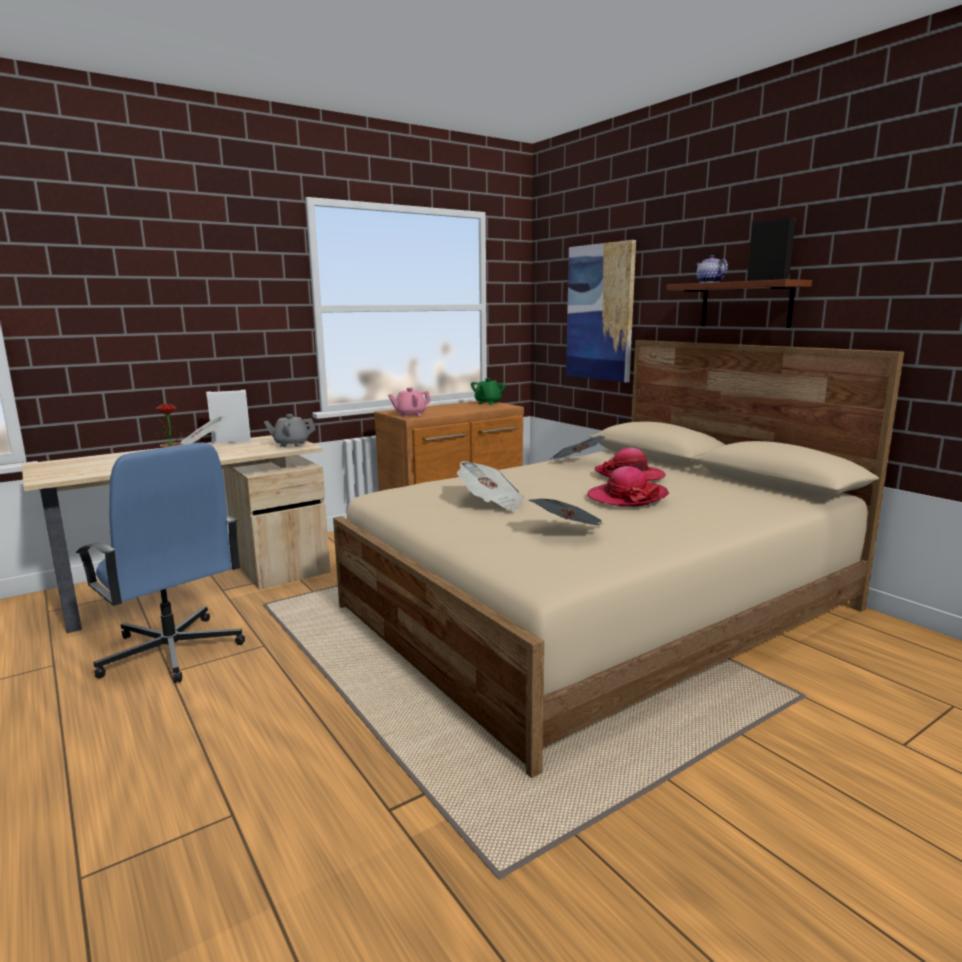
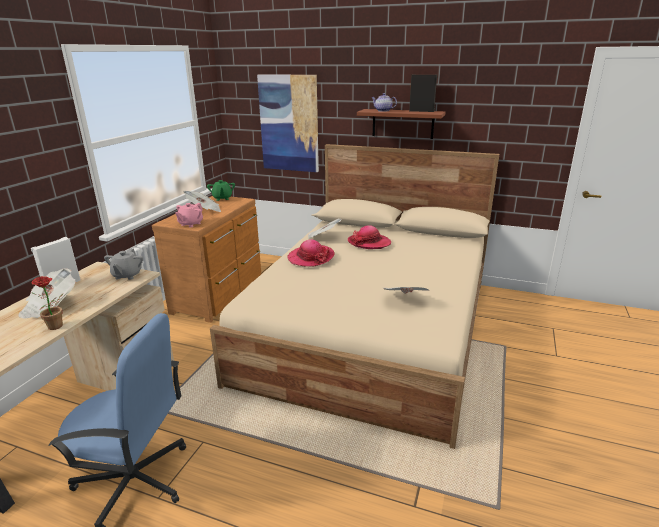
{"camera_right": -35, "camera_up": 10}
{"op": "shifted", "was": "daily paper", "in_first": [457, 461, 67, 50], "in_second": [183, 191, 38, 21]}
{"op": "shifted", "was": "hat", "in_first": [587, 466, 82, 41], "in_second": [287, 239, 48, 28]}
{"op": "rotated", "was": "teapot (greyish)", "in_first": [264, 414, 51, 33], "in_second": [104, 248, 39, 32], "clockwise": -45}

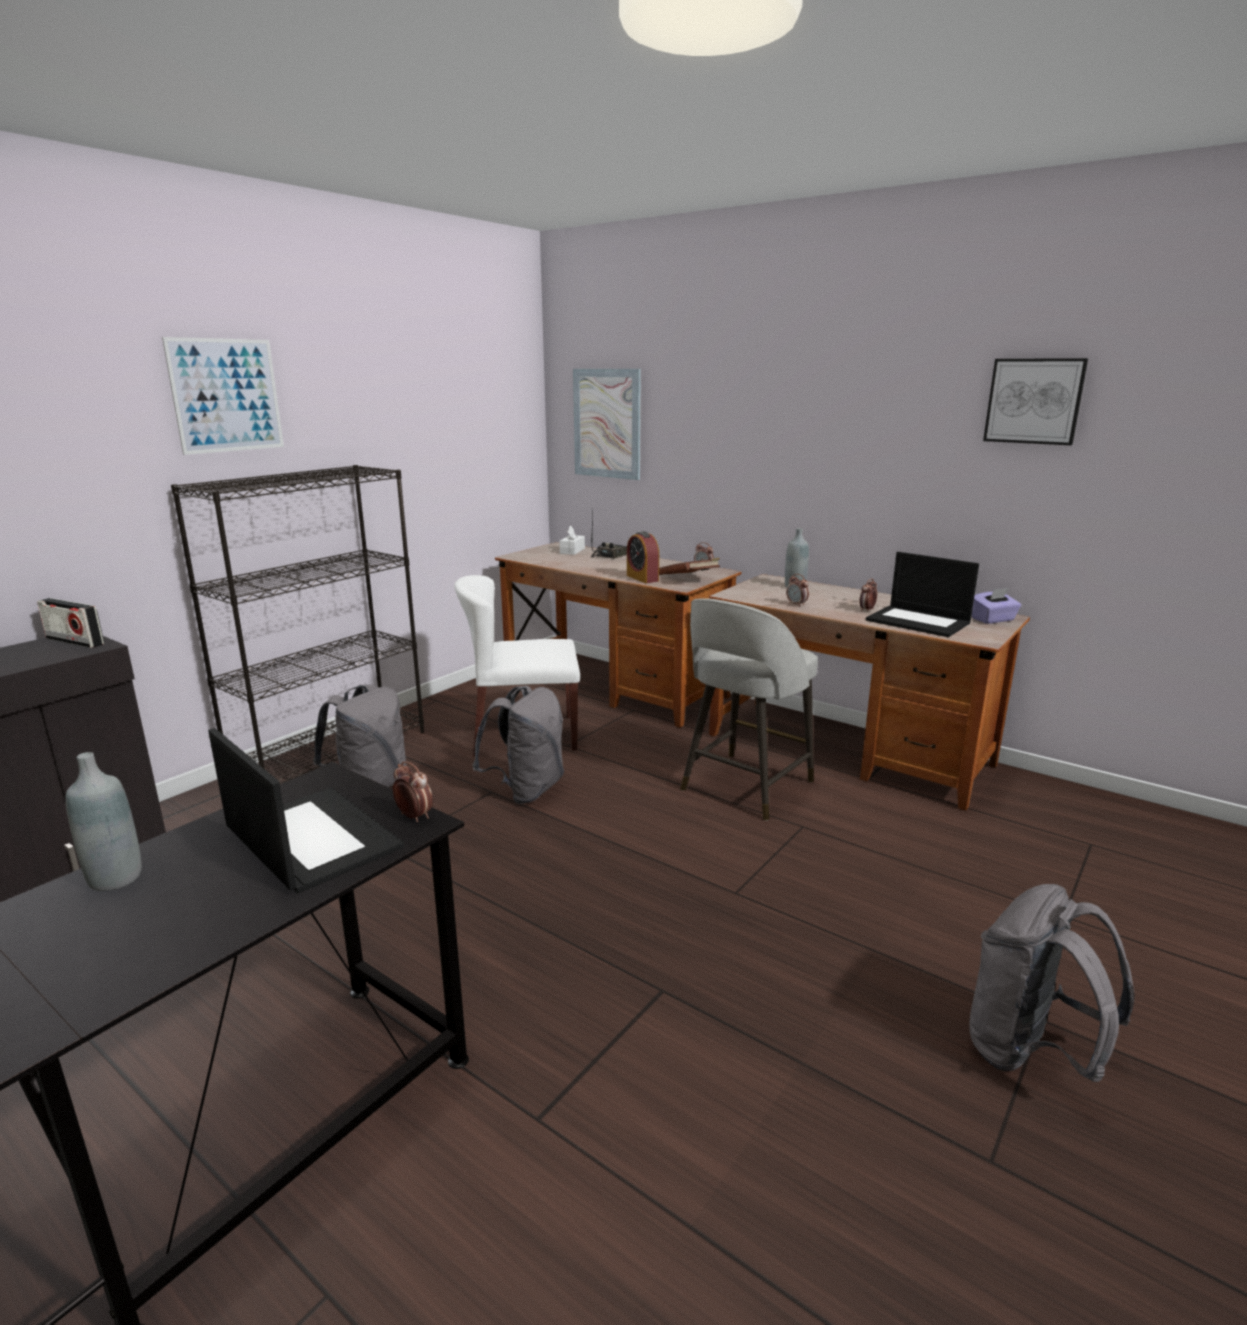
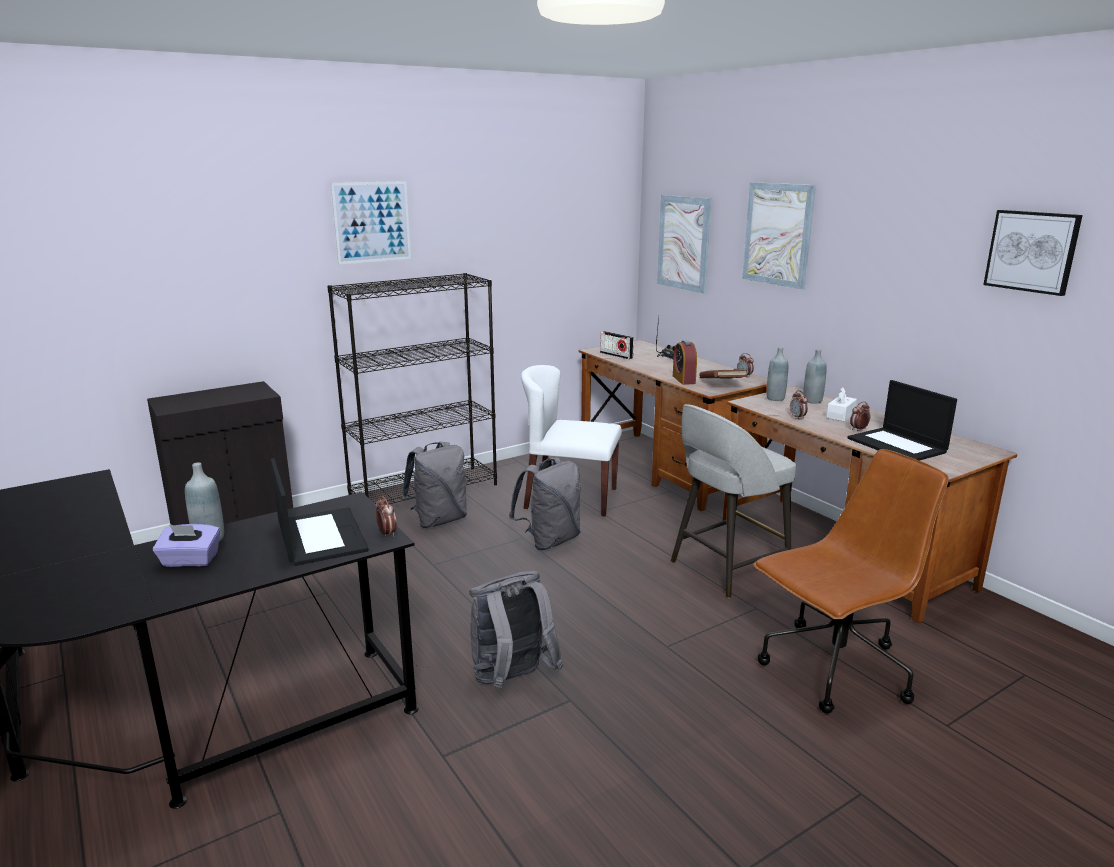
{"camera_right": 20, "camera_up": 0}
{"op": "new", "now": "wall art", "in_second": [742, 182, 74, 107]}
{"op": "new", "now": "computer chair (brown)", "in_second": [753, 449, 195, 265]}
{"op": "new", "now": "bottle (greyish)", "in_second": [767, 347, 21, 54]}
{"op": "shifted", "was": "radio", "in_first": [37, 598, 67, 50], "in_second": [600, 331, 34, 28]}
{"op": "shifted", "was": "tissue box (white-coloured)", "in_first": [560, 526, 25, 29], "in_second": [826, 387, 31, 34]}
{"op": "shifted", "was": "rucksack (greyish)", "in_first": [969, 884, 166, 198], "in_second": [469, 571, 94, 118]}
{"op": "shifted", "was": "tissue box (purple)", "in_first": [972, 588, 50, 36], "in_second": [153, 524, 67, 43]}

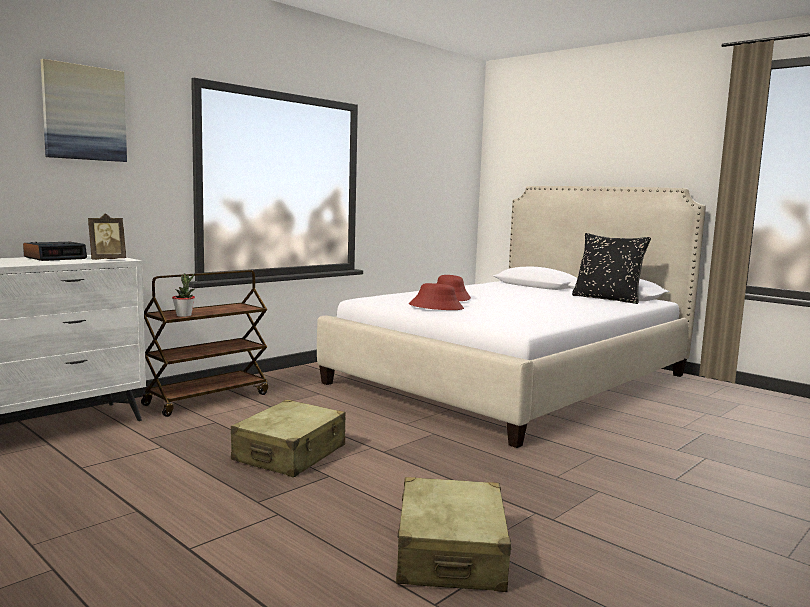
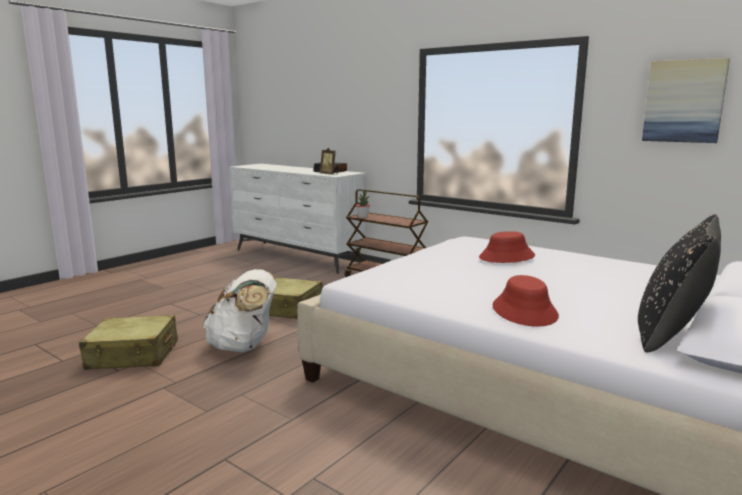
{"camera_right": 85, "camera_up": 5}
{"op": "new", "now": "rucksack (white-coloured)", "in_second": [203, 269, 74, 83]}
{"op": "shifted", "was": "wall art", "in_first": [40, 59, 87, 103], "in_second": [642, 58, 88, 85]}
{"op": "shifted", "was": "hat (reddish)", "in_first": [409, 283, 55, 27], "in_second": [492, 275, 67, 51]}

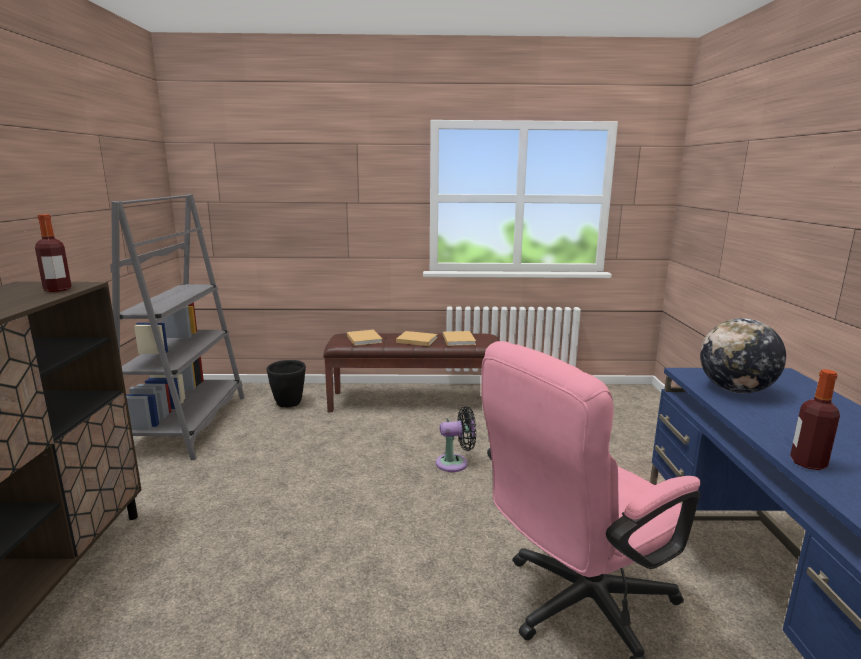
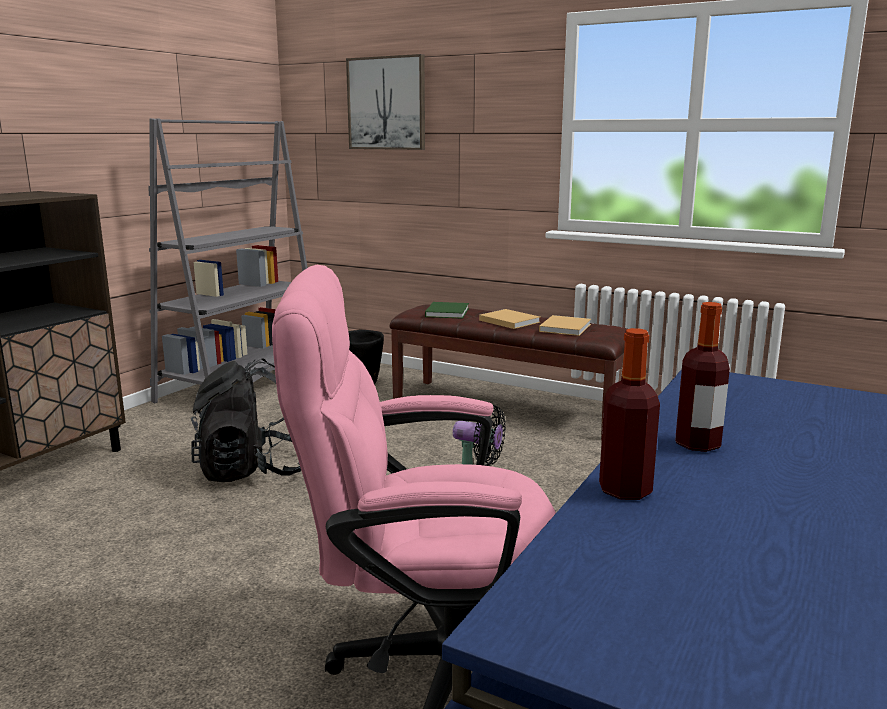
{"camera_right": 30, "camera_up": 0}
{"op": "gone", "was": "desk globe", "in_first": [700, 318, 86, 75]}
{"op": "new", "now": "rucksack (black-coloured)", "in_second": [191, 359, 110, 123]}
{"op": "new", "now": "wall art", "in_second": [346, 54, 79, 96]}
{"op": "shifted", "was": "bottle", "in_first": [35, 214, 37, 78], "in_second": [676, 302, 54, 150]}
{"op": "repainted", "was": "bound book (sand-coloured)", "now": "bound book (green)", "in_first": [347, 330, 36, 16], "in_second": [425, 302, 44, 17]}

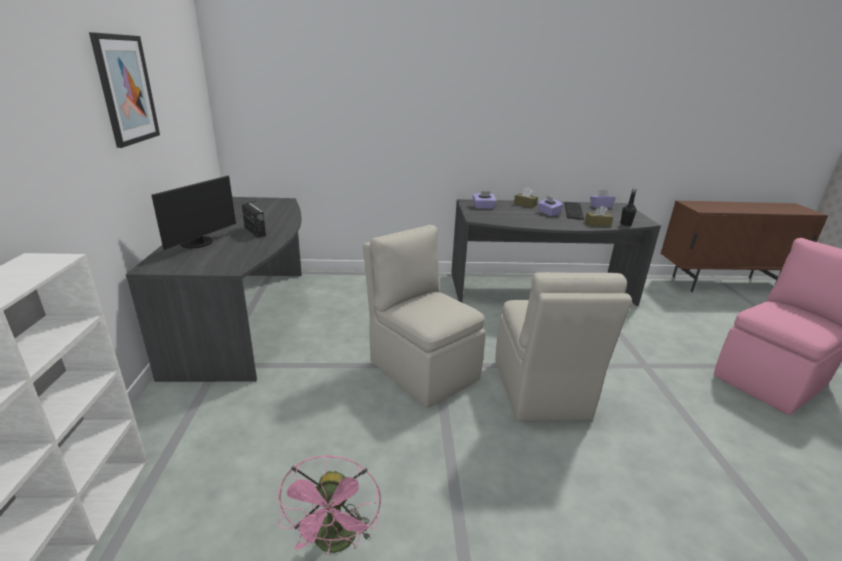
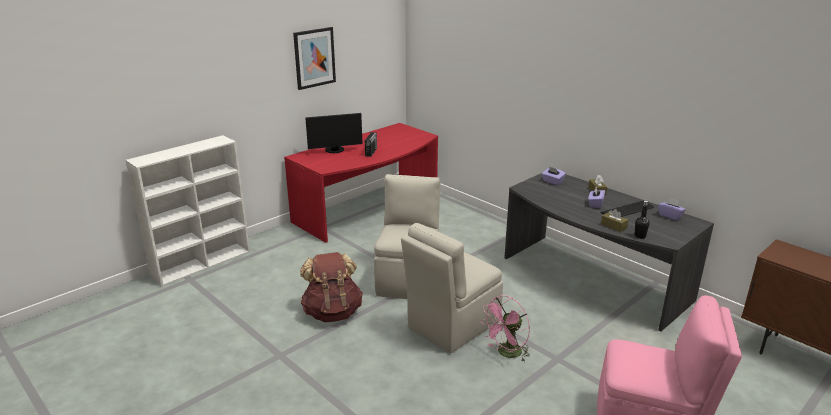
{"camera_right": 50, "camera_up": 0}
{"op": "new", "now": "rucksack (brown)", "in_second": [300, 252, 63, 70]}
{"op": "shifted", "was": "fan (pinkish)", "in_first": [276, 455, 105, 100], "in_second": [481, 295, 49, 67]}
{"op": "repainted", "was": "desk table (greyish)", "now": "desk table (reddish)", "in_first": [126, 197, 176, 185], "in_second": [284, 123, 154, 120]}

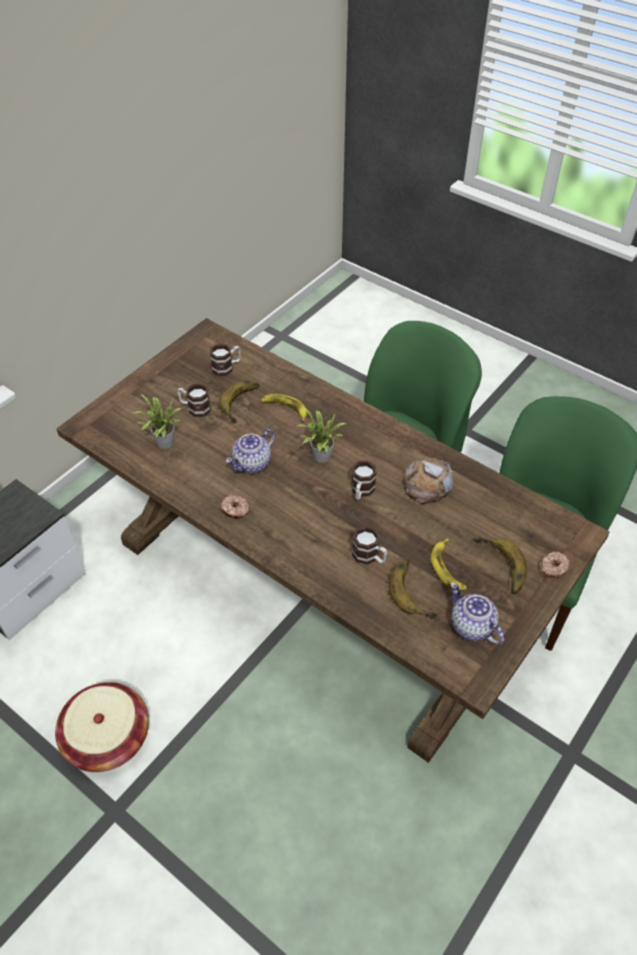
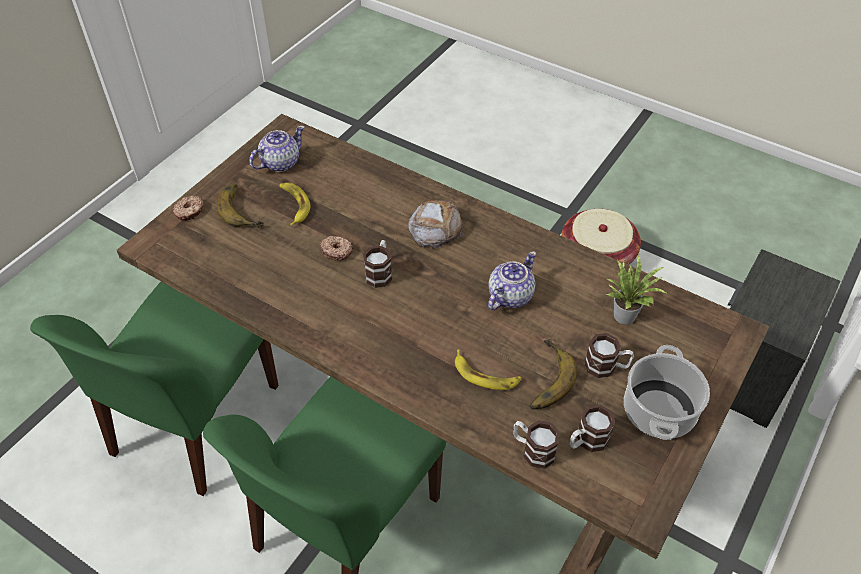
{"camera_right": 175, "camera_up": 0}
{"op": "gone", "was": "plant in a pot", "in_first": [298, 407, 48, 56]}
{"op": "gone", "was": "whole banana", "in_first": [389, 560, 48, 59]}
{"op": "new", "now": "cooking pot", "in_second": [624, 345, 86, 95]}
{"op": "shifted", "was": "donut", "in_first": [220, 495, 29, 23], "in_second": [320, 236, 33, 25]}
{"op": "shifted", "was": "tea mug", "in_first": [352, 526, 35, 39], "in_second": [514, 420, 46, 49]}
{"op": "shifted", "was": "bread", "in_first": [402, 457, 51, 47], "in_second": [408, 200, 55, 49]}
{"op": "rotated", "was": "teapot", "in_first": [450, 582, 54, 63], "in_second": [249, 125, 56, 47], "clockwise": -90}

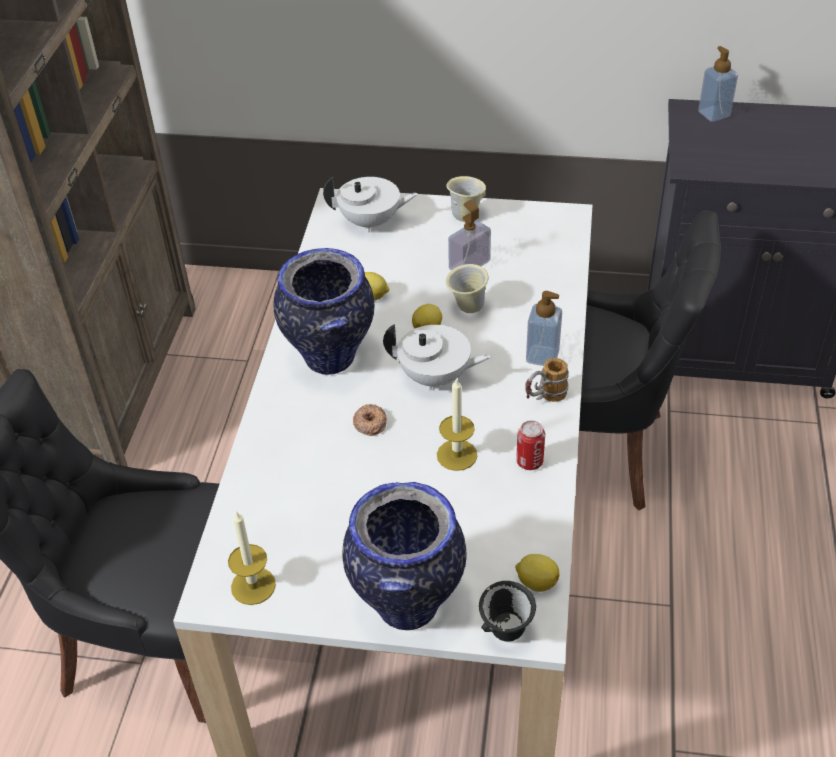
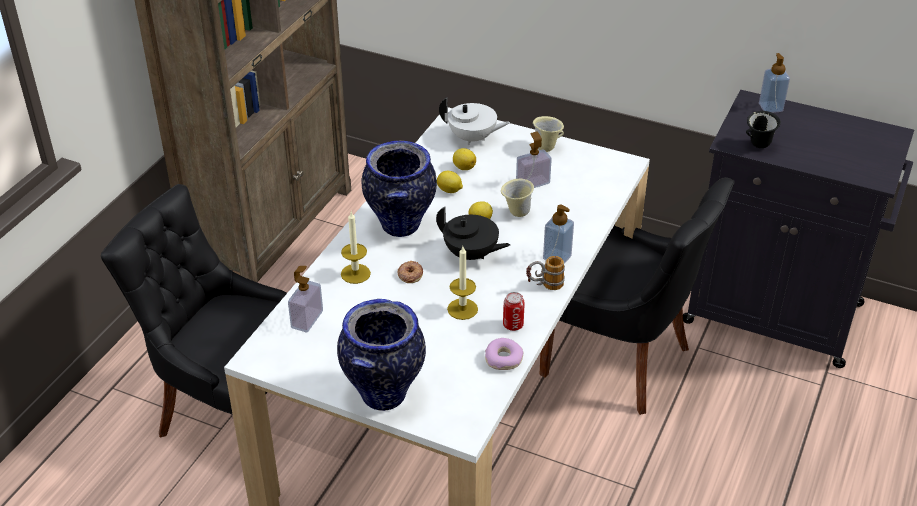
{"camera_right": 15, "camera_up": -5}
{"op": "new", "now": "liquid soap bottle", "in_second": [288, 266, 35, 66]}
{"op": "new", "now": "donut", "in_second": [485, 338, 39, 32]}
{"op": "shifted", "was": "wax light", "in_first": [228, 510, 48, 95], "in_second": [341, 212, 30, 72]}
{"op": "shifted", "was": "tea mug (black-coloured)", "in_first": [479, 581, 57, 61], "in_second": [746, 111, 35, 37]}
{"op": "shifted", "was": "citrus fruit", "in_first": [515, 554, 44, 38], "in_second": [453, 148, 23, 22]}
{"op": "repainted", "was": "teapot (white-coloured)", "now": "teapot (black-coloured)", "in_first": [383, 324, 108, 67], "in_second": [436, 206, 74, 54]}

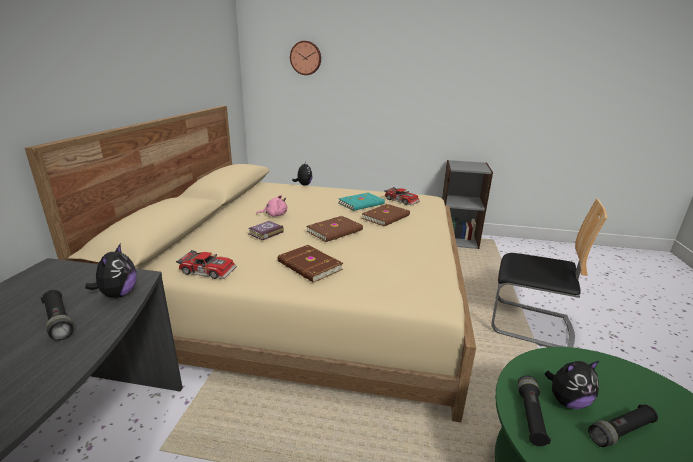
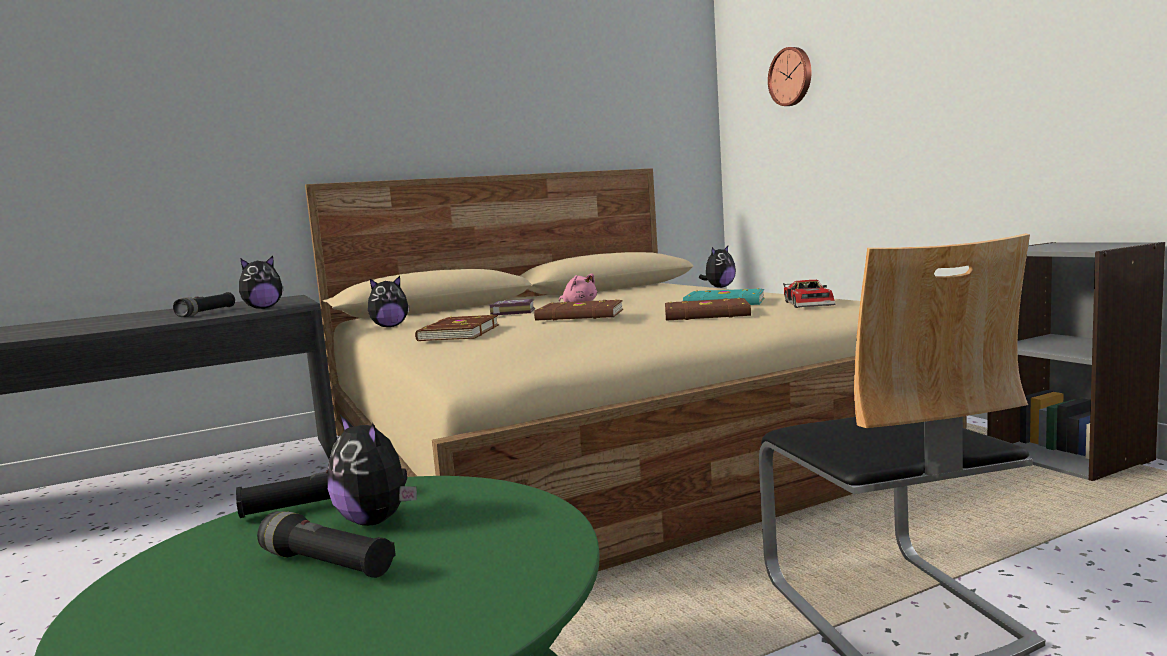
{"camera_right": 55, "camera_up": -15}
{"op": "swapped", "was": "toy car", "now": "cuddly toy", "in_first": [176, 250, 61, 29], "in_second": [368, 276, 42, 51]}

